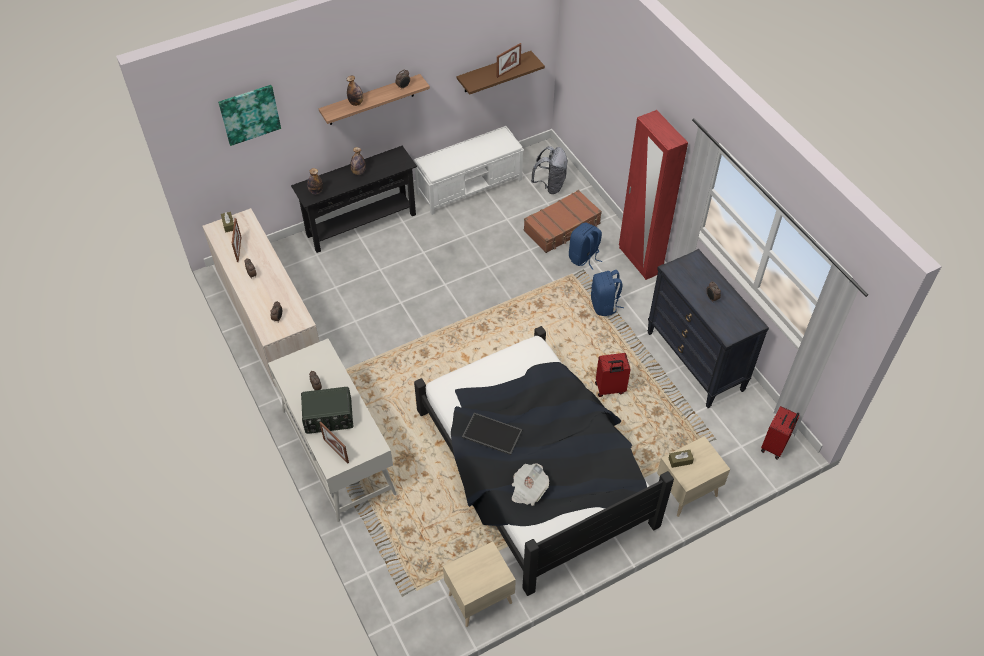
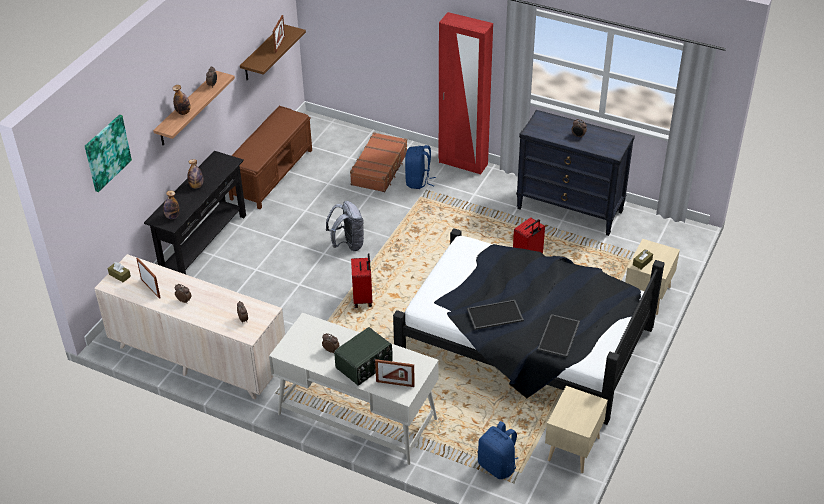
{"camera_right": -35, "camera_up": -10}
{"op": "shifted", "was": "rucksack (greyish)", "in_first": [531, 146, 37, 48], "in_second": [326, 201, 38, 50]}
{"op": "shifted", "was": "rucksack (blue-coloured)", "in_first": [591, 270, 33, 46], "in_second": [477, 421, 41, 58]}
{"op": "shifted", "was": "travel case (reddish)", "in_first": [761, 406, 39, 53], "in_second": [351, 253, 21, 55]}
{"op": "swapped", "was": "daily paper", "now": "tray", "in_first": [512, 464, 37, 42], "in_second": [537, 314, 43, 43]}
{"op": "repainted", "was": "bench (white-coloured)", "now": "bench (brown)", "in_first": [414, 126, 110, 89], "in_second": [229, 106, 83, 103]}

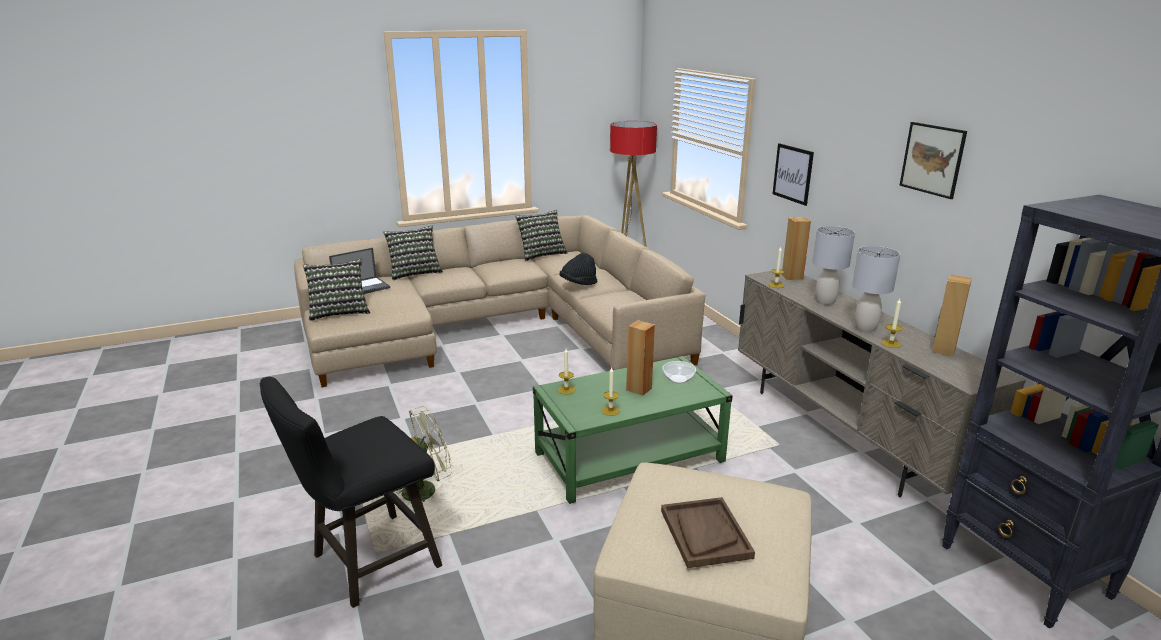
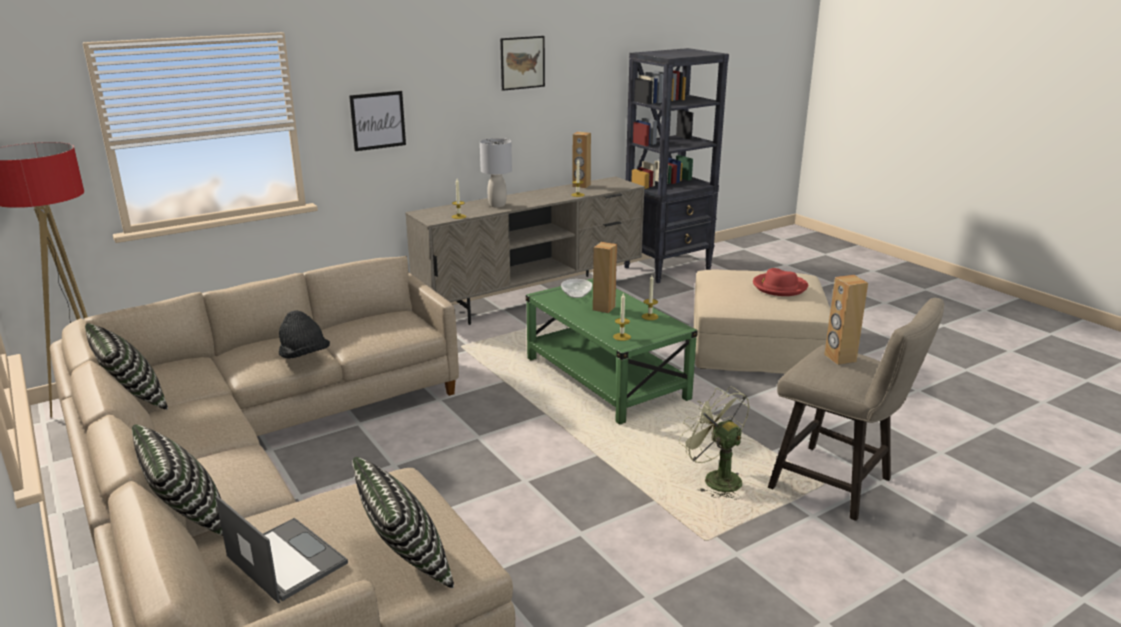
{"camera_right": -100, "camera_up": 0}
{"op": "gone", "was": "lamp for a table (greyish)", "in_first": [852, 246, 48, 86]}
{"op": "shifted", "was": "audio speaker (brown)", "in_first": [782, 217, 29, 63], "in_second": [824, 275, 44, 90]}
{"op": "swapped", "was": "tray (brown)", "now": "hat (reddish)", "in_first": [661, 497, 94, 71], "in_second": [753, 268, 55, 28]}
{"op": "repainted", "was": "stool seat (black-coloured)", "now": "stool seat (sand-coloured)", "in_first": [260, 377, 182, 231], "in_second": [768, 298, 176, 223]}

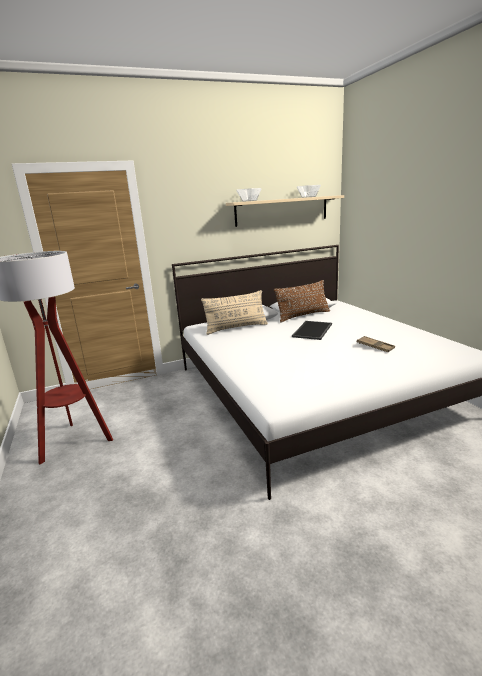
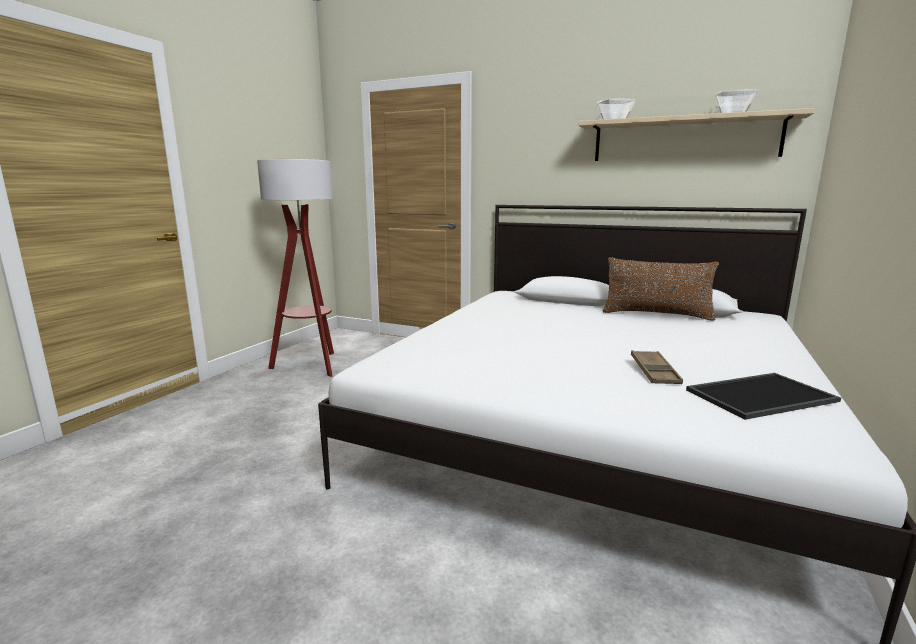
{"camera_right": 45, "camera_up": -5}
{"op": "gone", "was": "throw pillow (sand-coloured)", "in_first": [201, 290, 67, 45]}
{"op": "shifted", "was": "tray", "in_first": [292, 321, 40, 19], "in_second": [686, 373, 155, 47]}

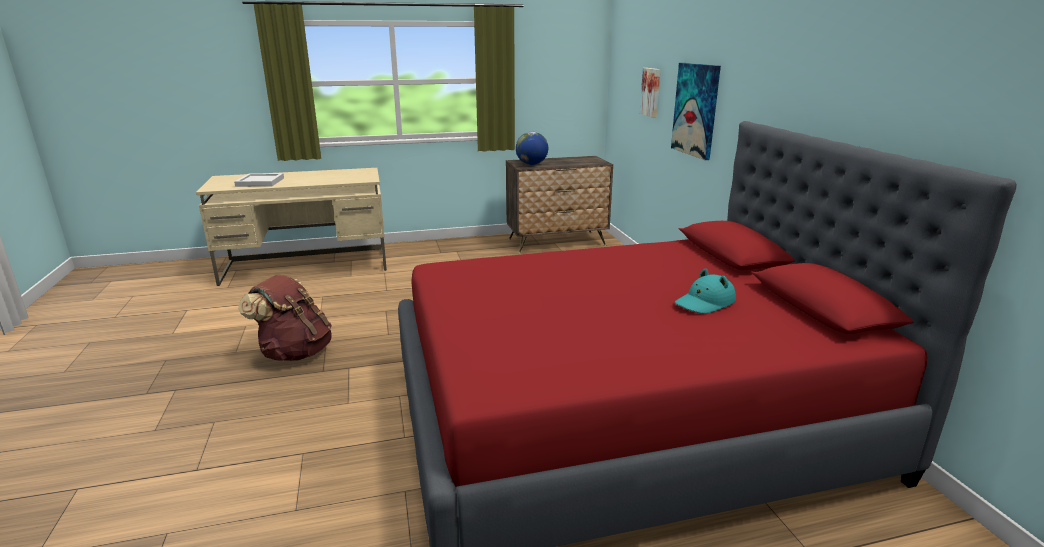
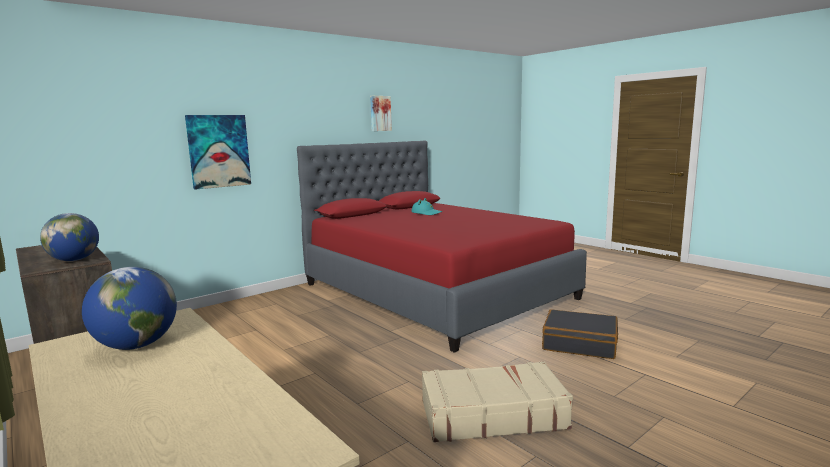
{"camera_right": -115, "camera_up": -10}
{"op": "gone", "was": "tray (white-coloured)", "in_first": [234, 173, 50, 14]}
{"op": "new", "now": "desk globe", "in_second": [82, 267, 95, 83]}
{"op": "new", "now": "travel case (black-coloured)", "in_second": [542, 309, 76, 50]}
{"op": "shifted", "was": "wall art", "in_first": [640, 68, 21, 50], "in_second": [370, 96, 22, 35]}
{"op": "swapped", "was": "rucksack (brown)", "now": "travel case (sand-coloured)", "in_first": [238, 275, 94, 86], "in_second": [422, 361, 151, 81]}

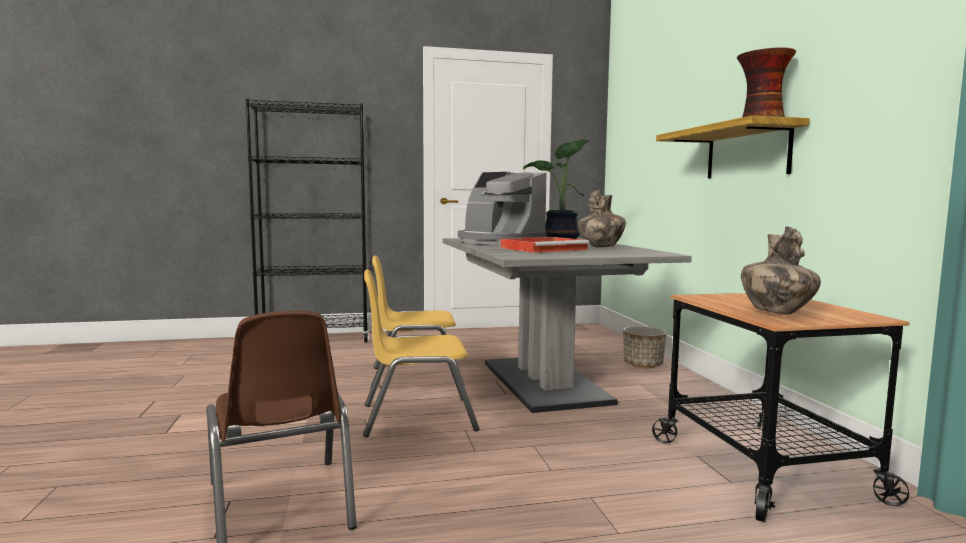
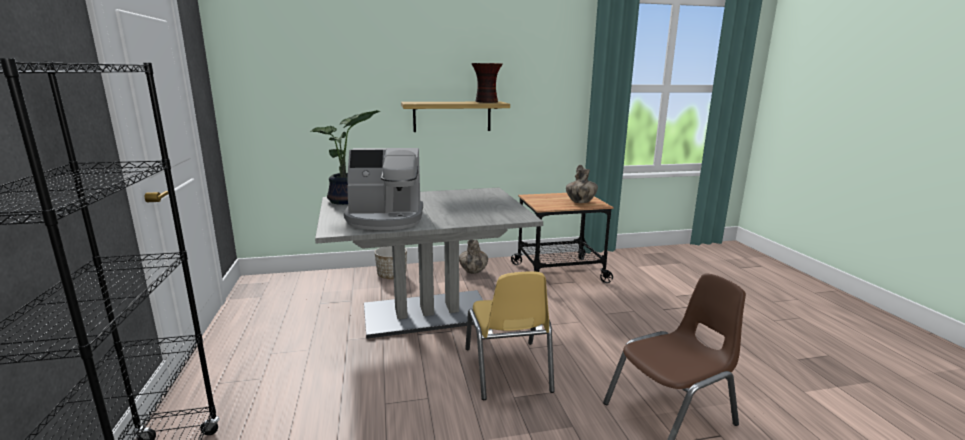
{"camera_right": -90, "camera_up": 10}
{"op": "gone", "was": "upright chair (yellowish)", "in_first": [371, 255, 93, 132]}
{"op": "gone", "was": "tray (reddish)", "in_first": [500, 237, 90, 16]}
{"op": "shifted", "was": "decorative vase", "in_first": [578, 190, 48, 57], "in_second": [459, 240, 29, 34]}
{"op": "rotated", "was": "coffee brewer", "in_first": [458, 172, 89, 73], "in_second": [344, 148, 79, 82], "clockwise": 45}

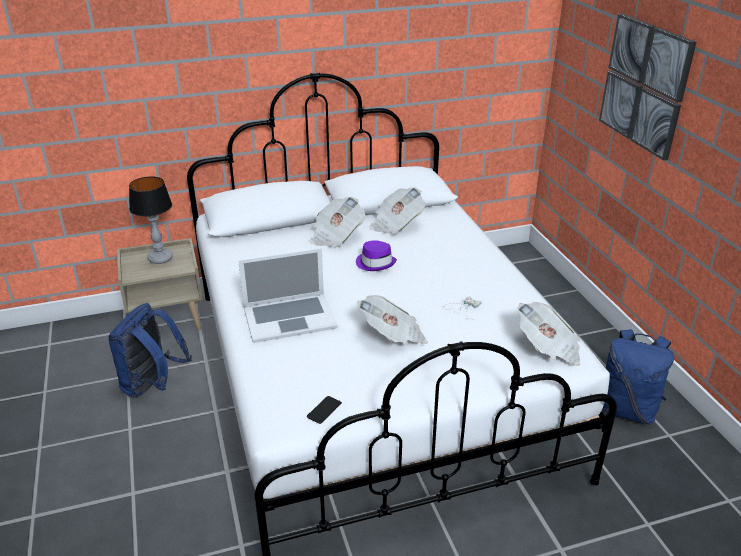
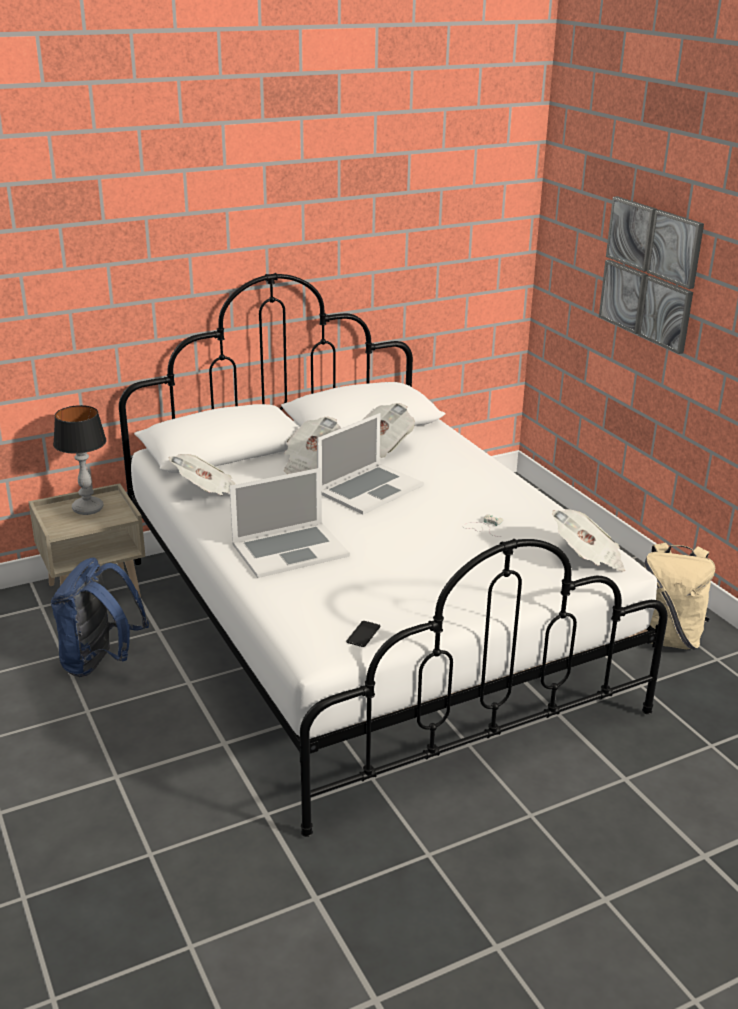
{"camera_right": -10, "camera_up": -5}
{"op": "shifted", "was": "daily paper", "in_first": [357, 295, 71, 50], "in_second": [168, 454, 68, 41]}
{"op": "swapped", "was": "hat (purple)", "now": "notebook computer", "in_first": [356, 240, 41, 31], "in_second": [317, 413, 107, 101]}
{"op": "repainted", "was": "rucksack (blue-coloured)", "now": "rucksack (sand-coloured)", "in_first": [602, 329, 72, 95], "in_second": [644, 543, 71, 107]}

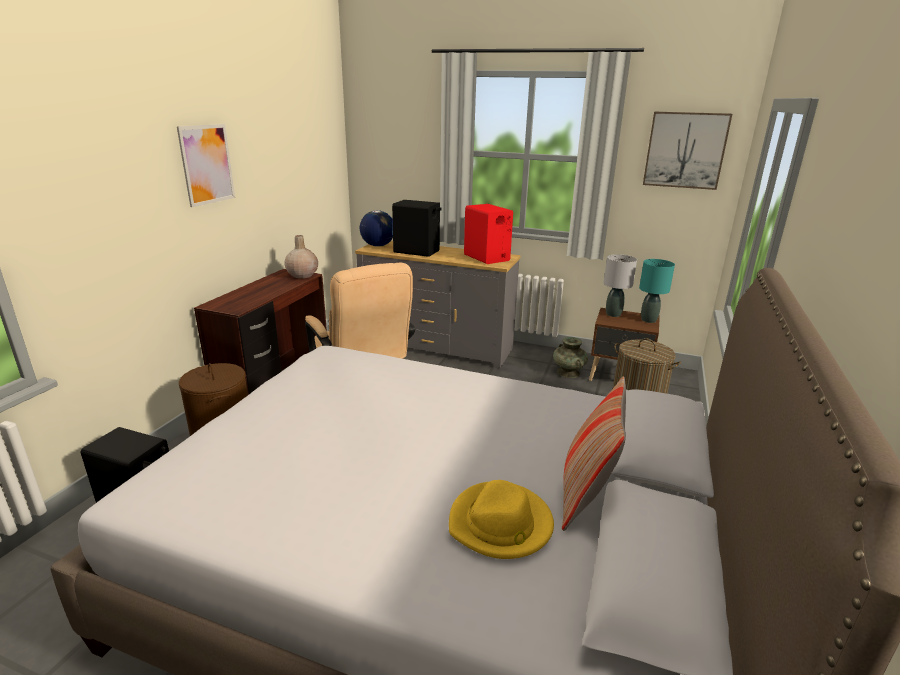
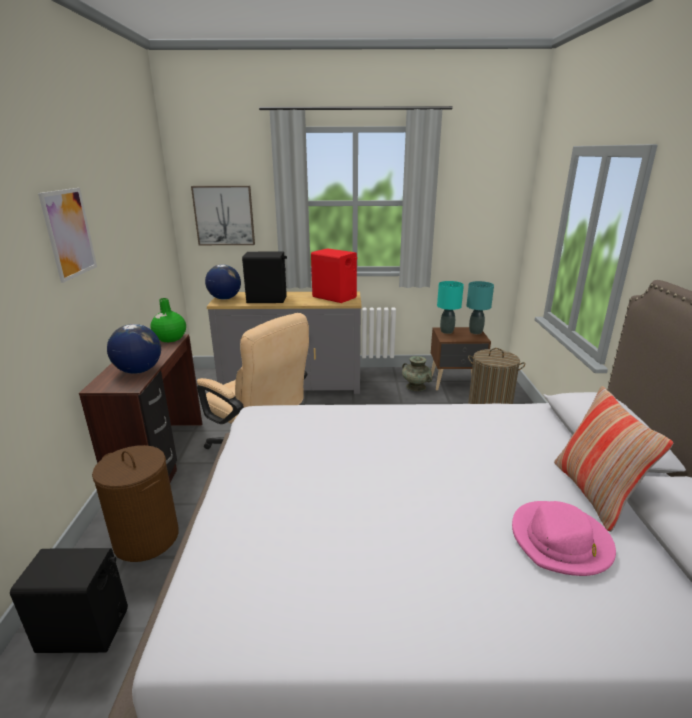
{"camera_right": -20, "camera_up": 0}
{"op": "new", "now": "desk globe", "in_second": [107, 324, 54, 50]}
{"op": "shifted", "was": "wall art", "in_first": [643, 112, 89, 78], "in_second": [191, 186, 64, 59]}
{"op": "repainted", "was": "decorative vase (sand-coloured)", "now": "decorative vase (green)", "in_first": [285, 235, 33, 43], "in_second": [151, 298, 35, 44]}
{"op": "repainted", "was": "hat (yellowish)", "now": "hat (pinkish)", "in_first": [449, 480, 105, 79], "in_second": [512, 501, 104, 75]}
{"op": "repainted", "was": "lamp for a table (greyish)", "now": "lamp for a table (turquoise-coloured)", "in_first": [604, 254, 33, 63], "in_second": [437, 281, 27, 53]}

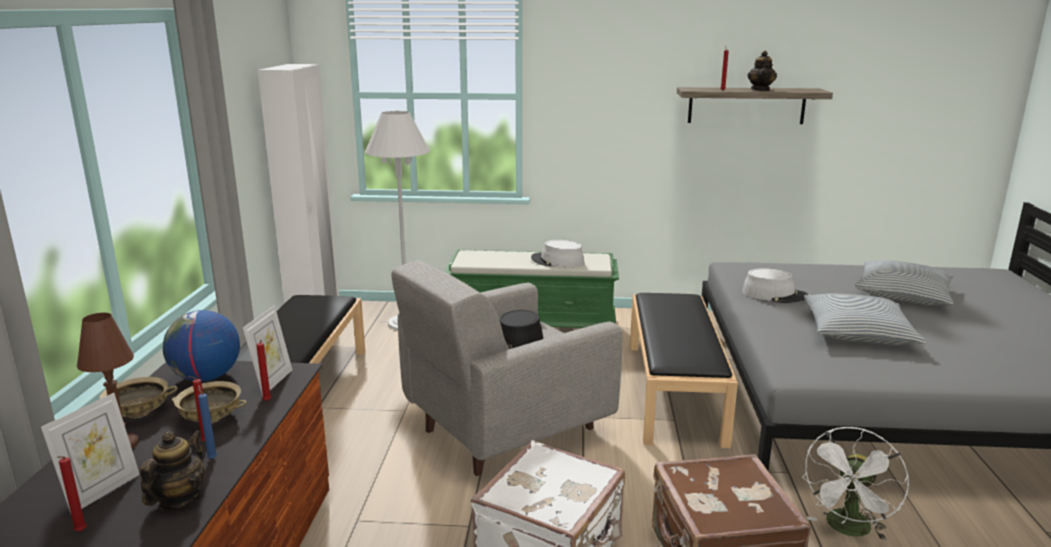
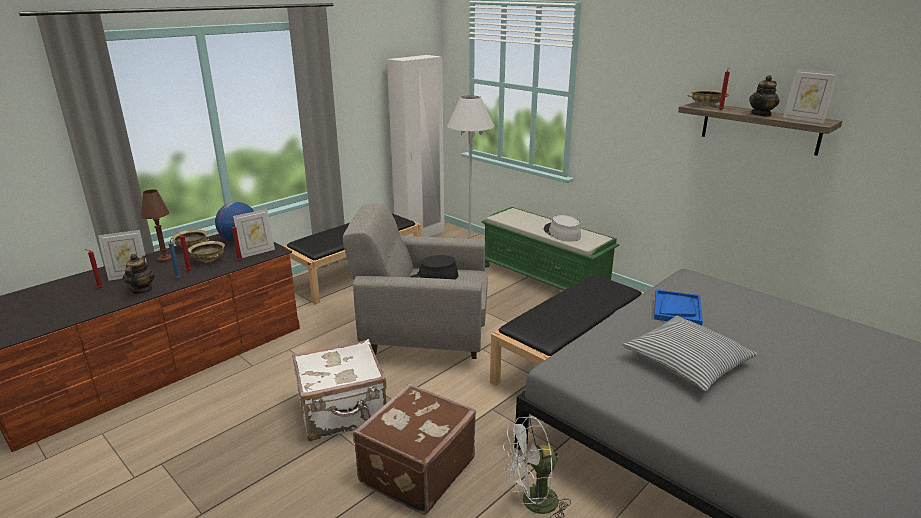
{"camera_right": 40, "camera_up": 5}
{"op": "gone", "was": "throw pillow", "in_first": [855, 260, 99, 45]}
{"op": "new", "now": "serving bowl (sand-coloured)", "in_second": [687, 89, 42, 18]}
{"op": "new", "now": "picture frame", "in_second": [783, 68, 56, 55]}
{"op": "swapped", "was": "hat (greyish)", "now": "tray (blue-coloured)", "in_first": [742, 268, 66, 35], "in_second": [654, 289, 49, 37]}
{"op": "rotated", "was": "teapot", "in_first": [140, 430, 65, 81], "in_second": [123, 254, 32, 40], "clockwise": -60}

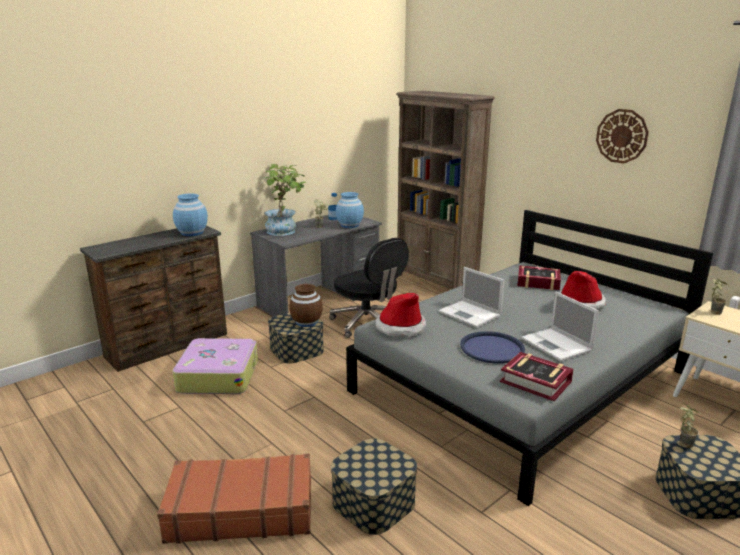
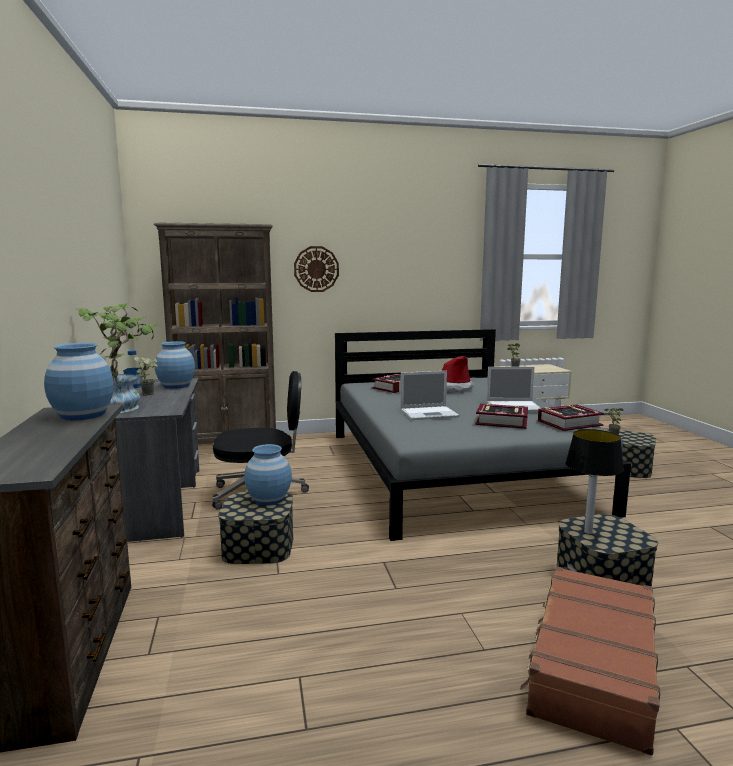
{"camera_right": -60, "camera_up": -10}
{"op": "gone", "was": "travel case", "in_first": [172, 338, 86, 56]}
{"op": "gone", "was": "hat", "in_first": [375, 293, 51, 44]}
{"op": "new", "now": "lamp for a table", "in_second": [565, 429, 59, 105]}
{"op": "shifted", "was": "clock on the wall", "in_first": [596, 109, 53, 55], "in_second": [294, 246, 45, 46]}
{"op": "swapped", "was": "tray (blue-coloured)", "now": "bound book", "in_first": [460, 331, 65, 32], "in_second": [475, 403, 53, 26]}
{"op": "repainted", "was": "decorative vase (brown)", "now": "decorative vase (blue-coloured)", "in_first": [290, 284, 33, 43], "in_second": [244, 444, 48, 61]}

